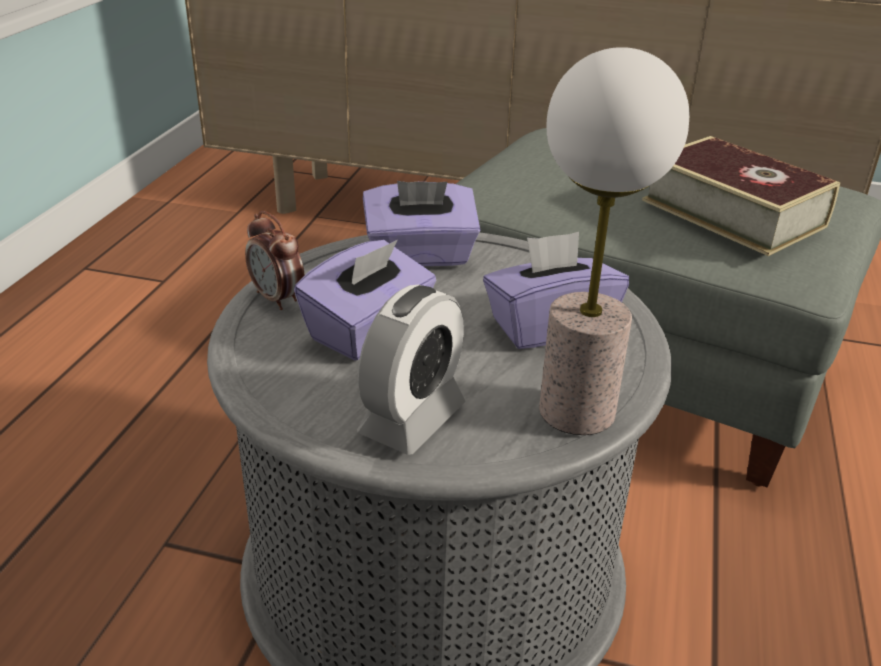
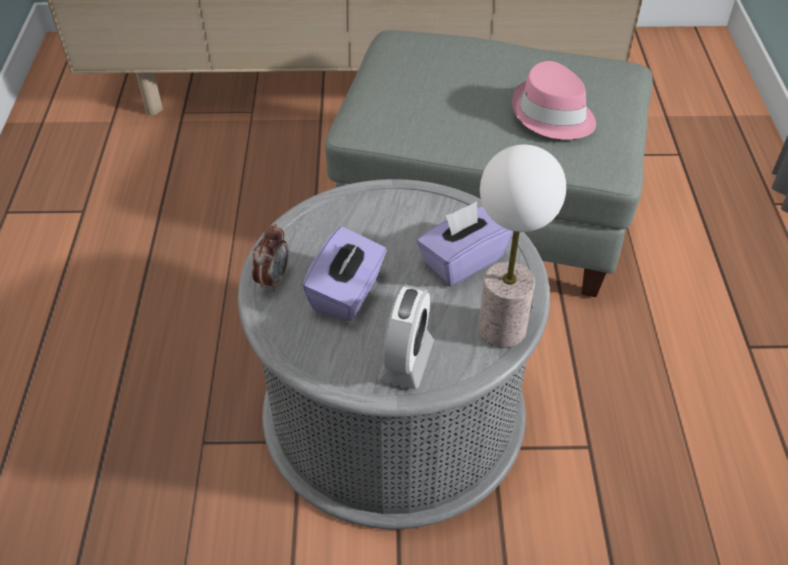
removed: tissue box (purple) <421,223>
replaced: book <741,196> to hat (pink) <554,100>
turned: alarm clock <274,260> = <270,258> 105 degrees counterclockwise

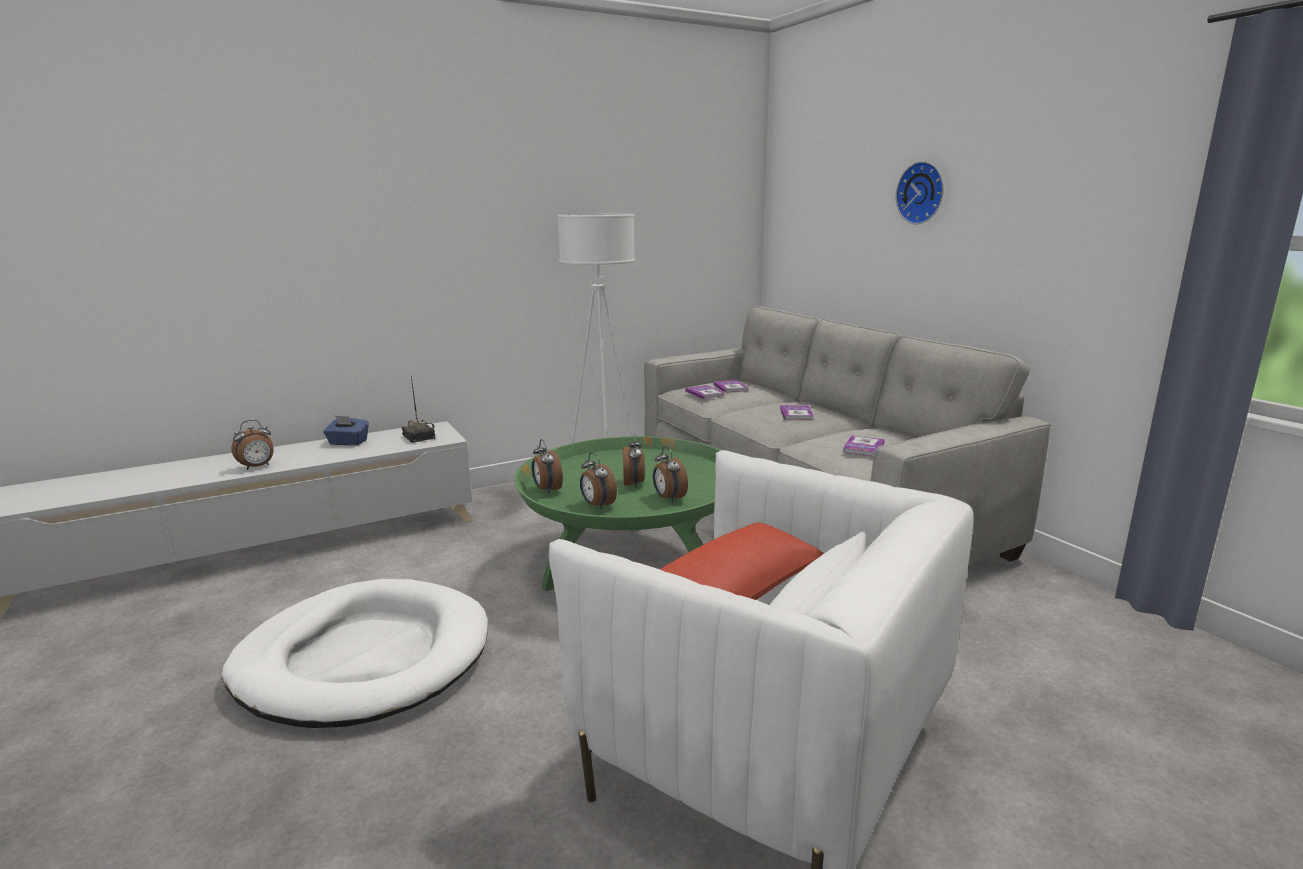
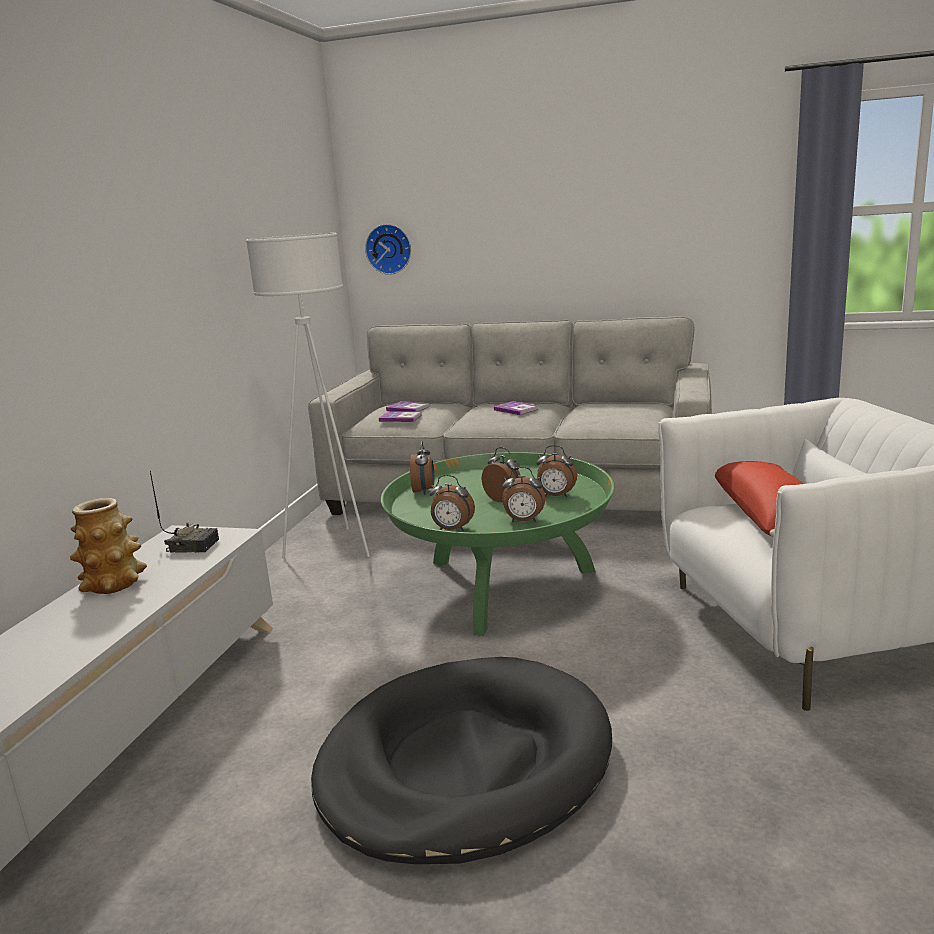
removed: book <863,446>
moved: wall clock <920,192> to <388,249>; alarm clock <252,445> to <422,467>
replaced: tissue box (blue) <346,431> to vase <108,546>
recoloured: dog bed (white) <355,653> to dog bed (black) <461,760>

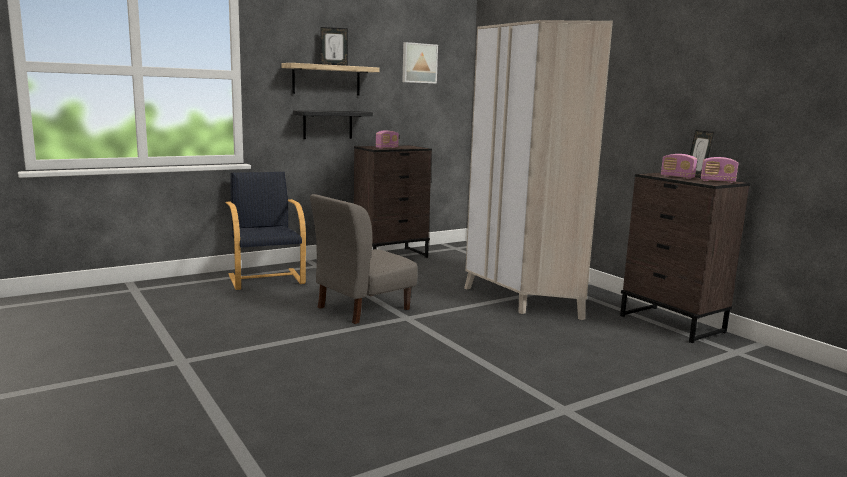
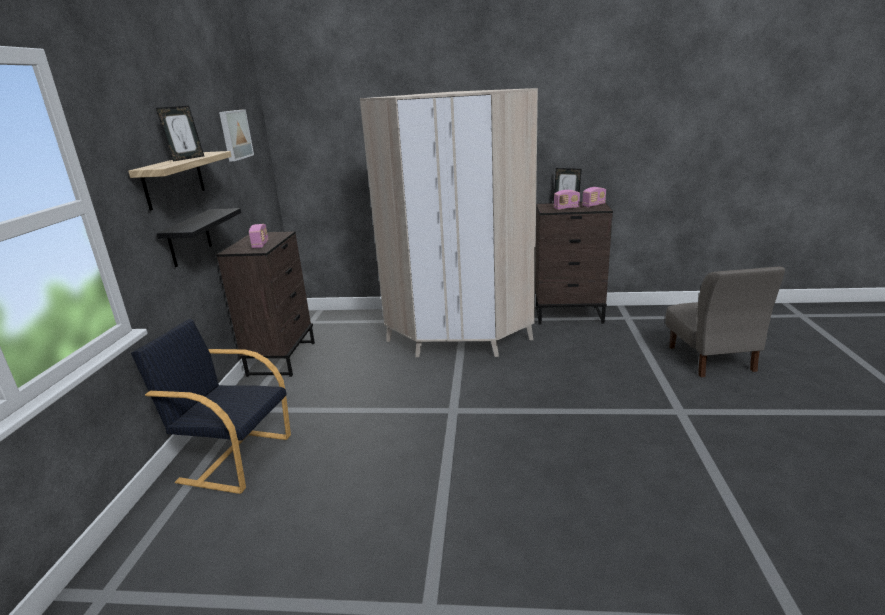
moved: chair (grey) <364,259> to <725,321>

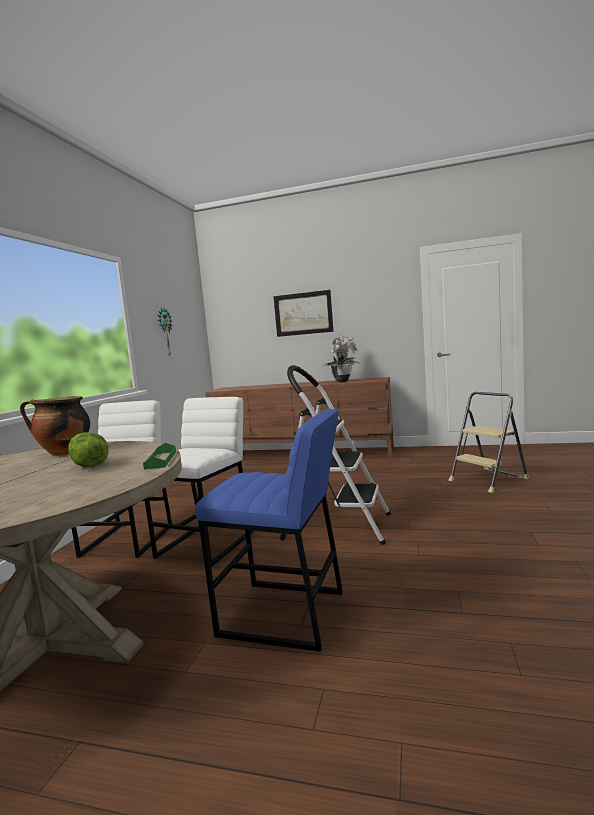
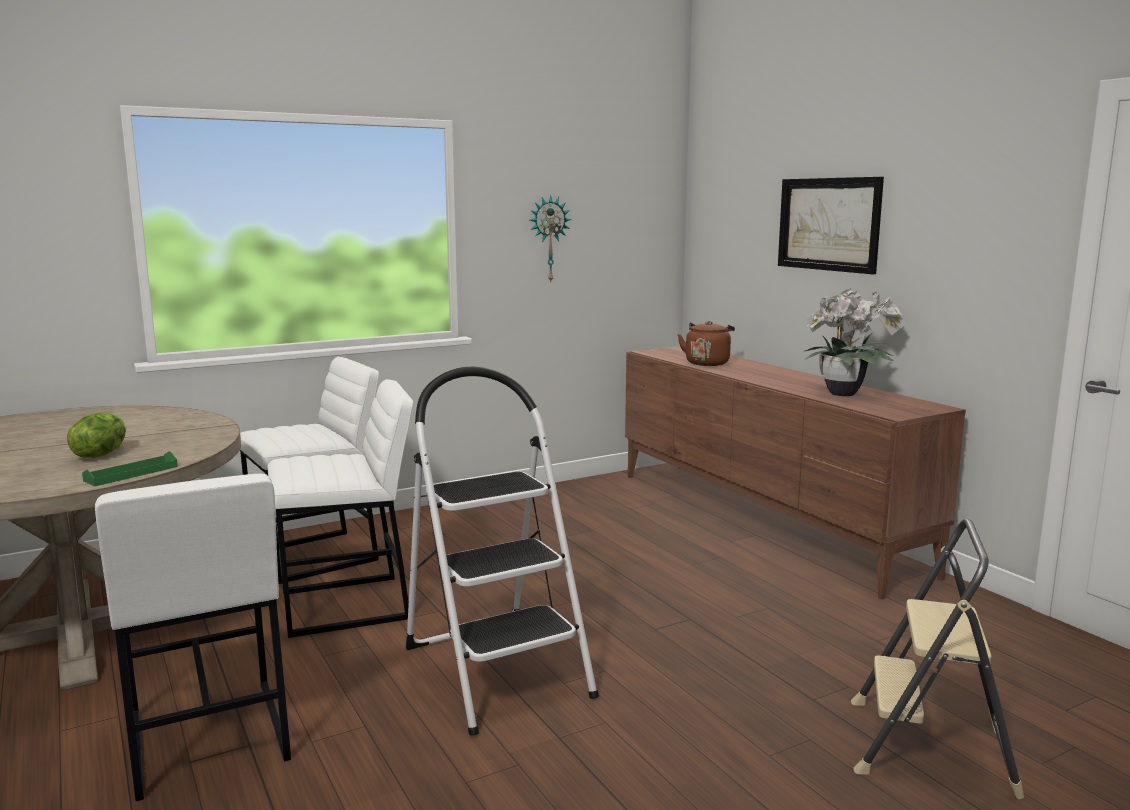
removed: cooking pot <55,426>
added: kettle (brown) <706,343>
recoloured: chair (blue) <269,530> to chair (white) <193,637>

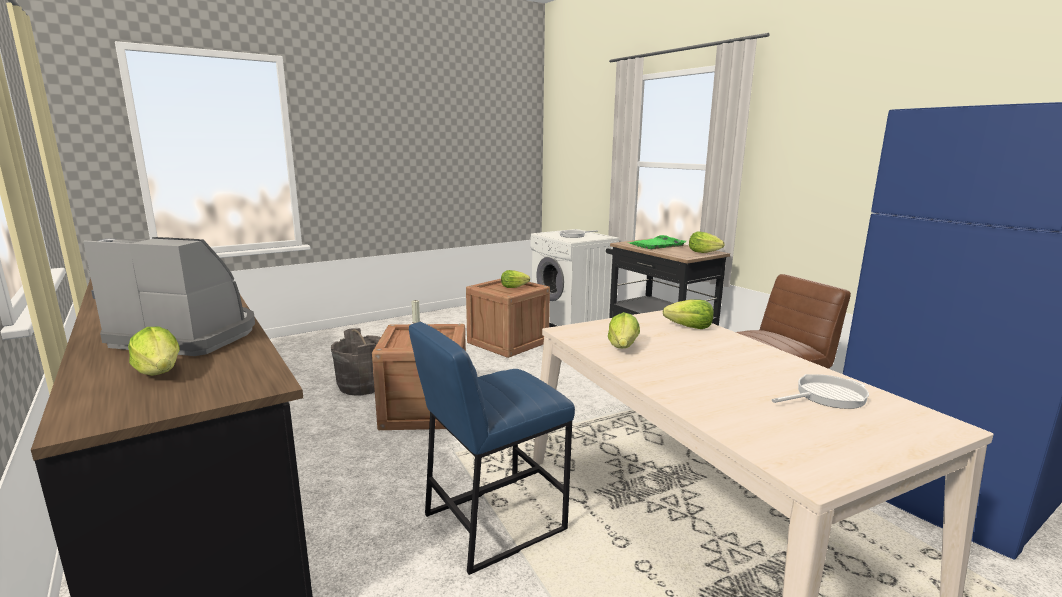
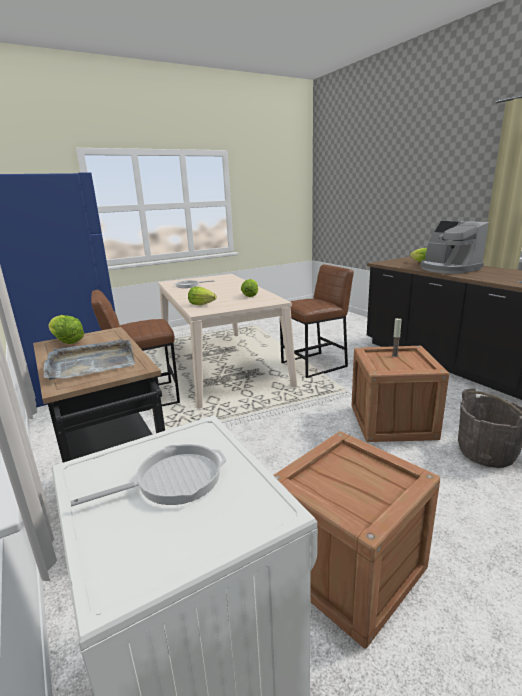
removed: lettuce <515,279>
recoloured: tray (green) <657,242> to tray (grey) <89,359>; chair (blue) <492,448> to chair (brown) <317,321>
turned: coffee machine <169,296> = <454,247> 45 degrees clockwise

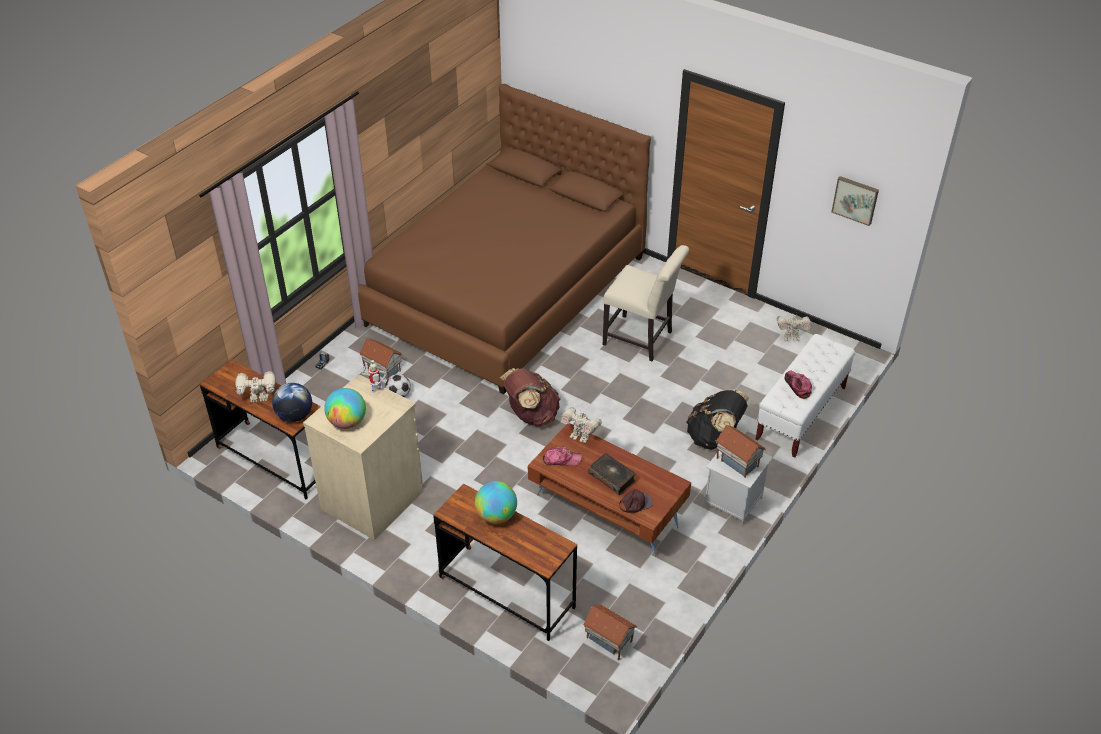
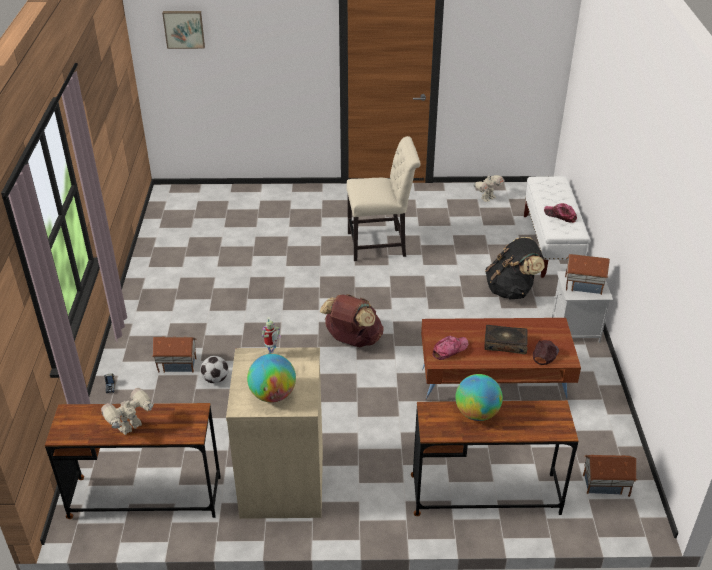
removed: bed (brown) <504,239>; globe <292,402>; toy robot <581,425>
moved: picture <855,201> to <183,30>

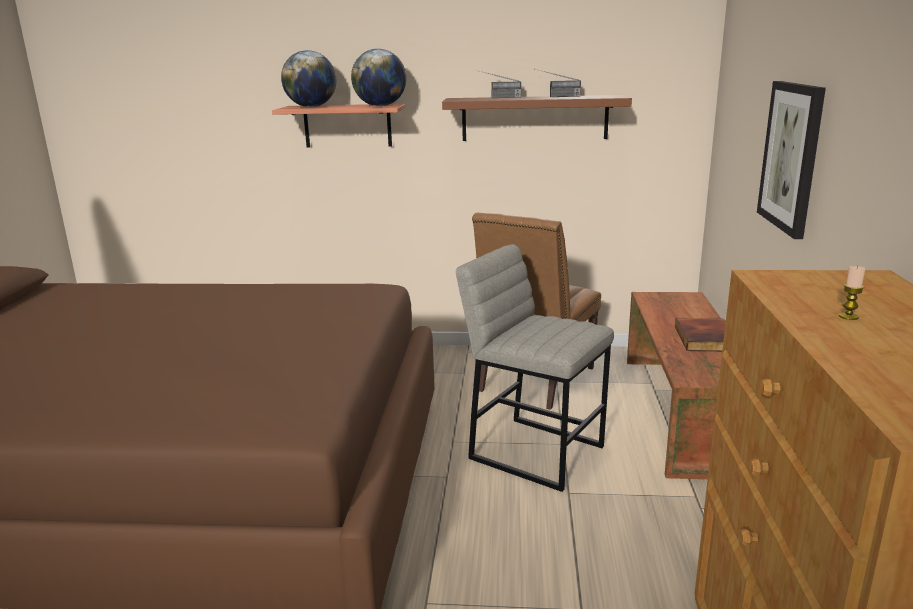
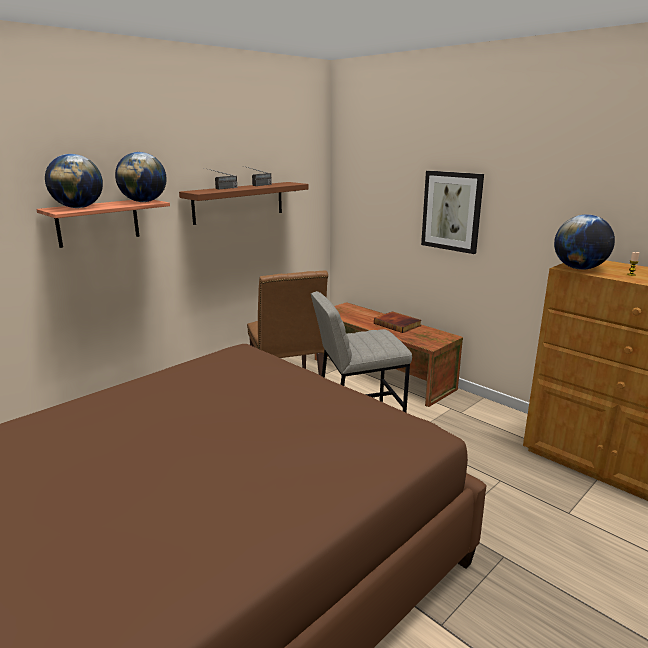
added: globe <584,242>

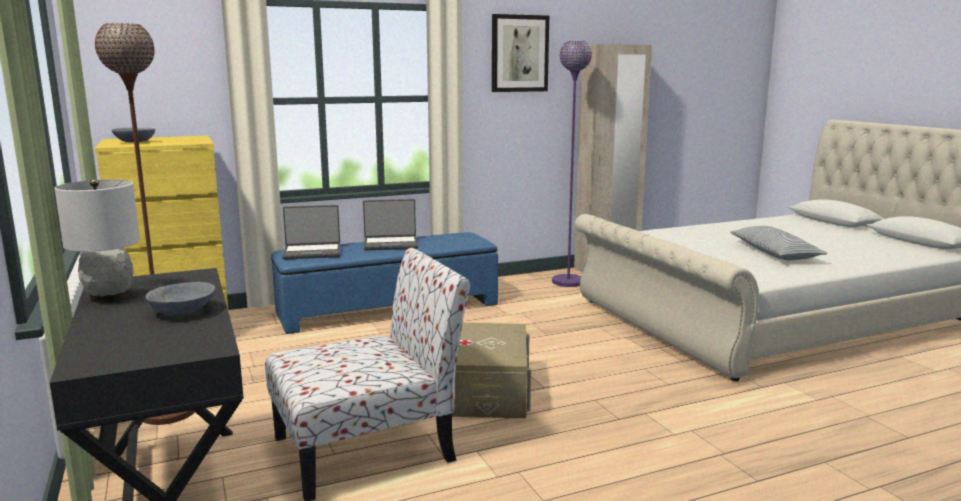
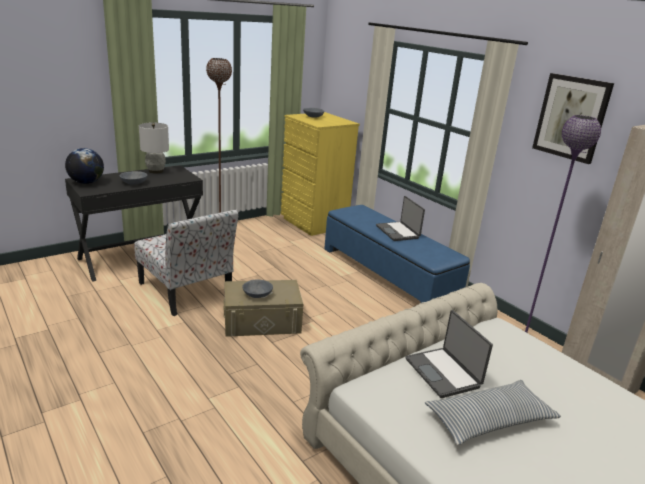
added: globe <84,166>; bowl (grey) <257,288>
moved: laptop <311,232> to <449,354>

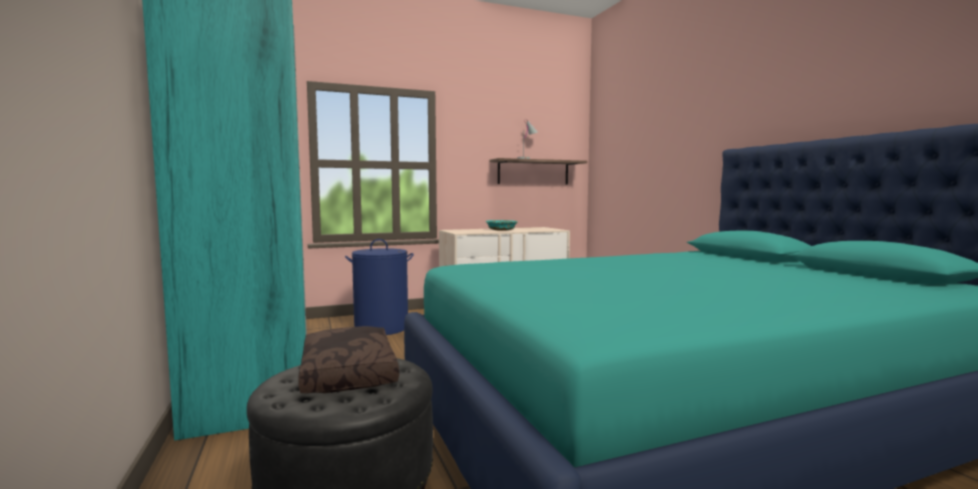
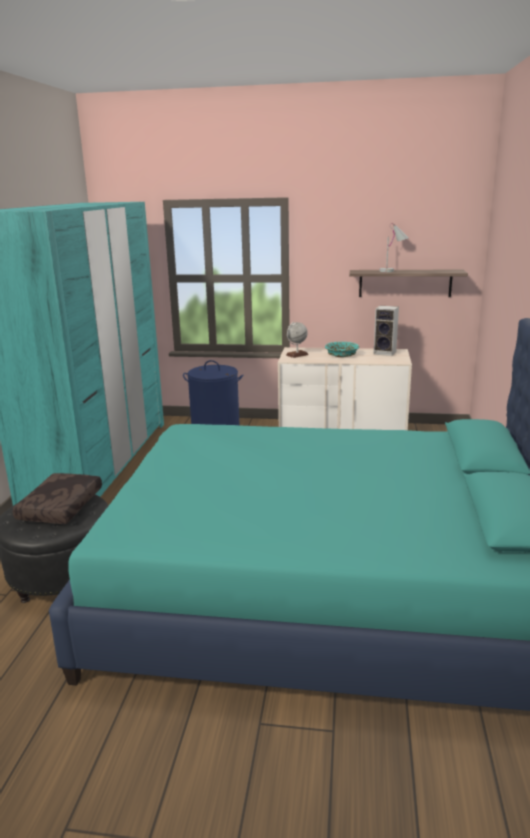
added: speaker <386,330>; globe <297,340>

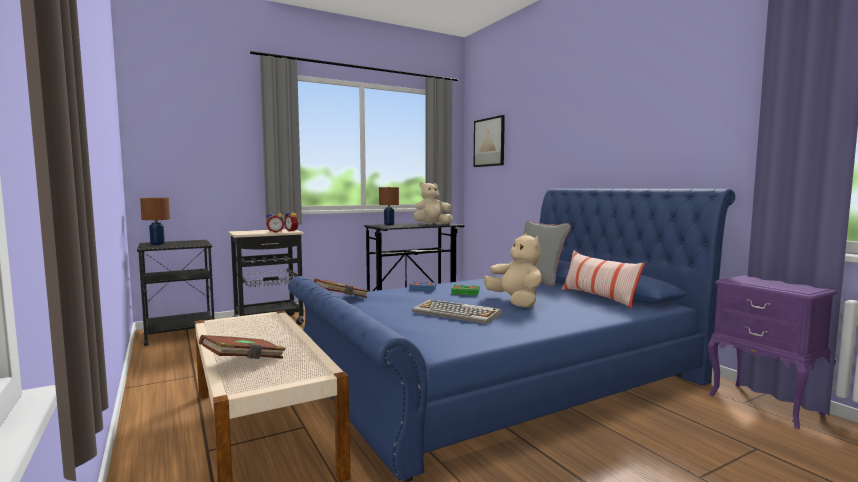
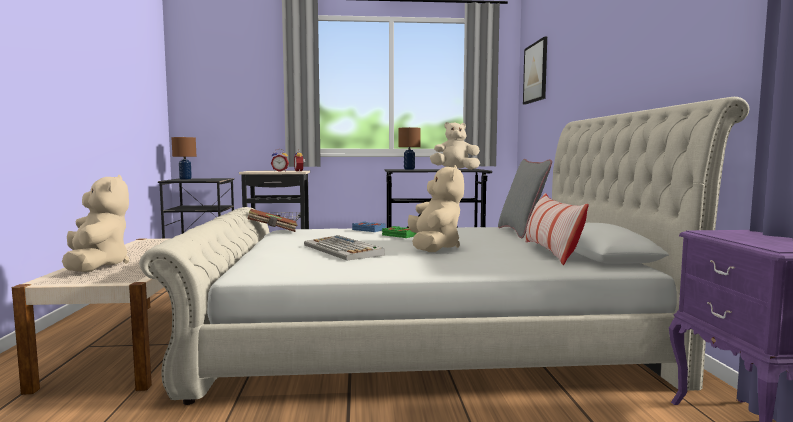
replaced: book (brown) <242,347> to plush toy (beige) <95,223>
recoloured: bed (blue) <511,335> to bed (beige) <444,251>

